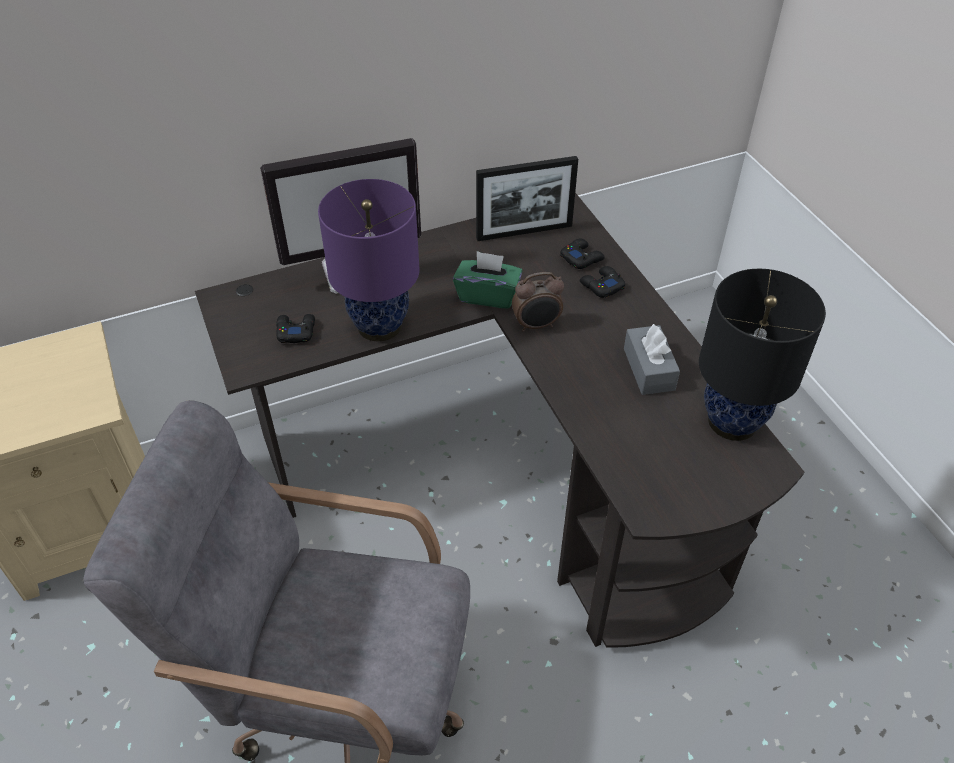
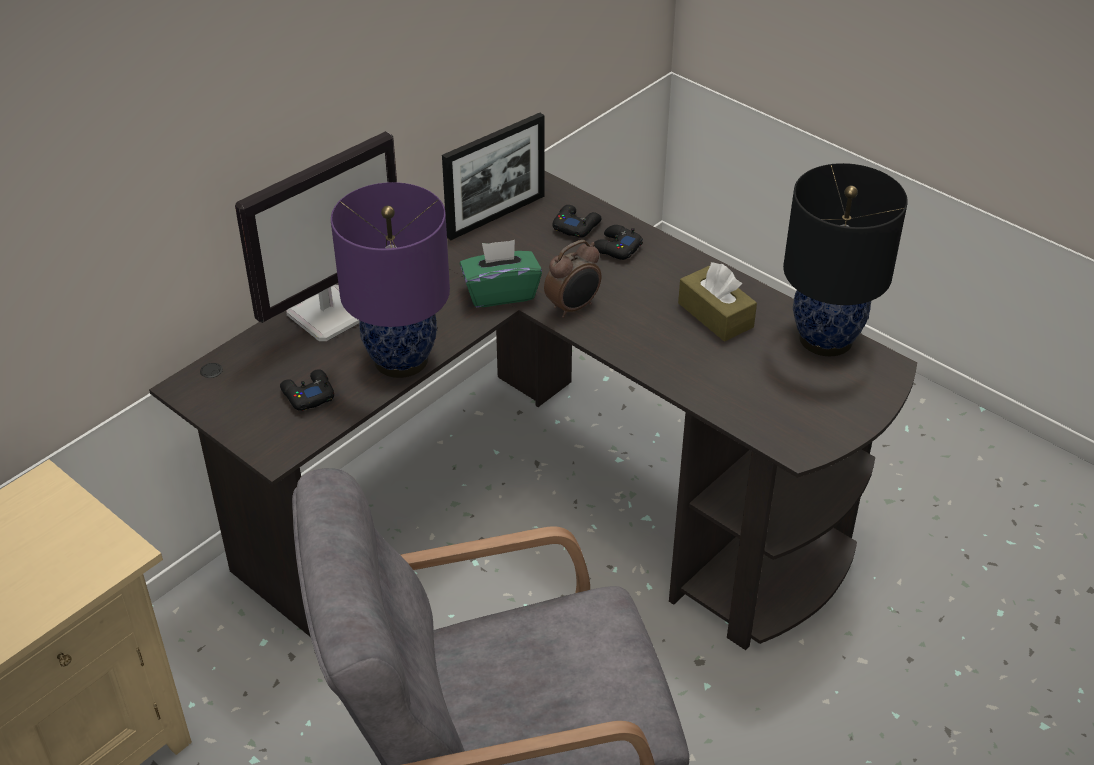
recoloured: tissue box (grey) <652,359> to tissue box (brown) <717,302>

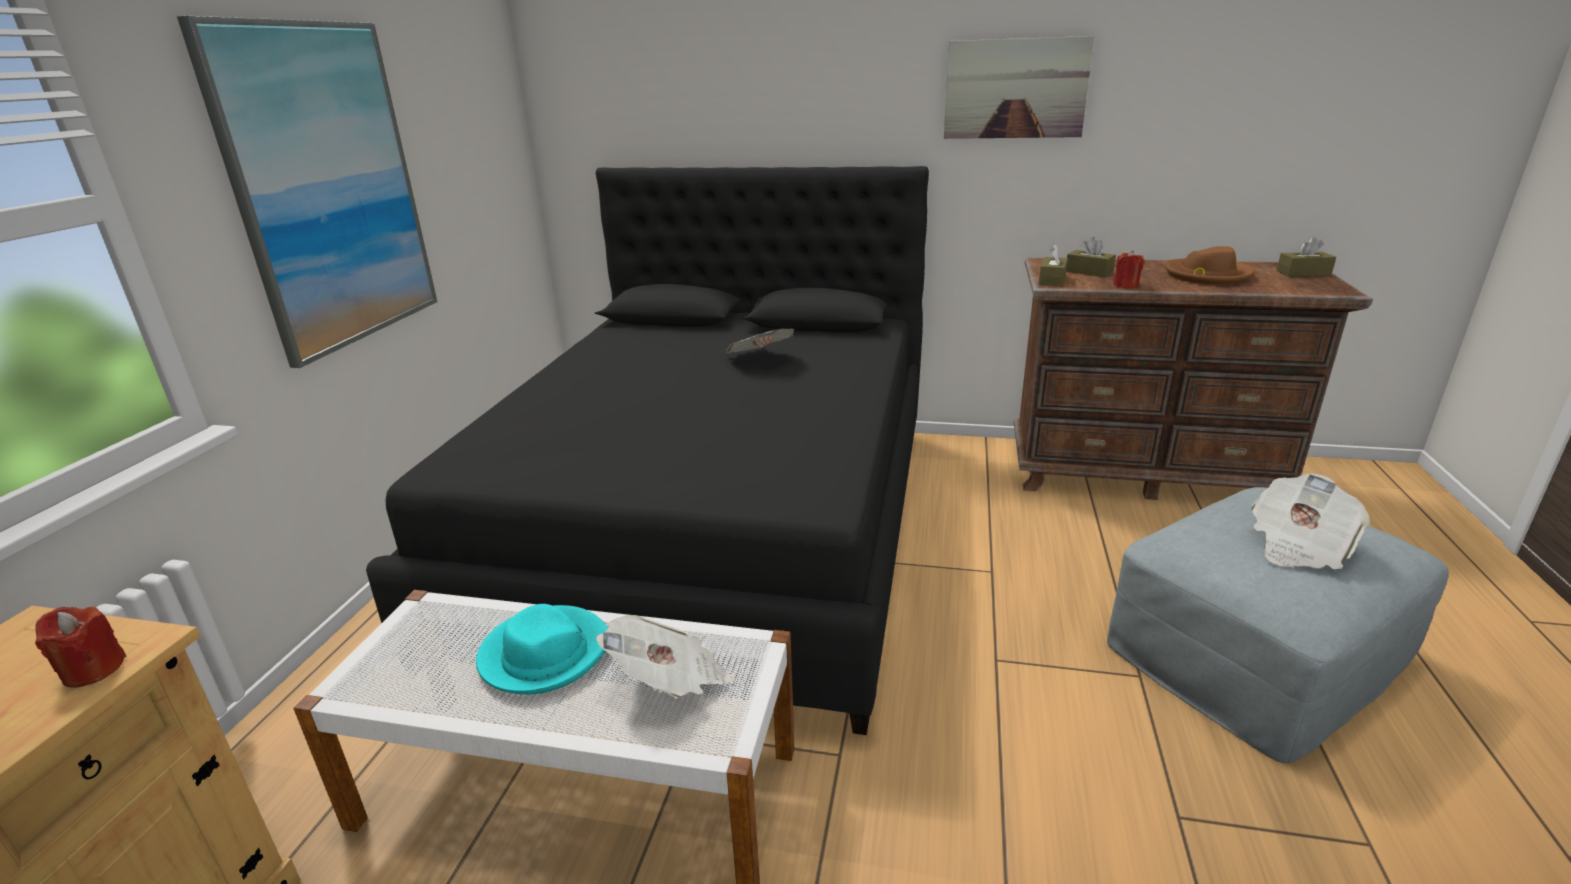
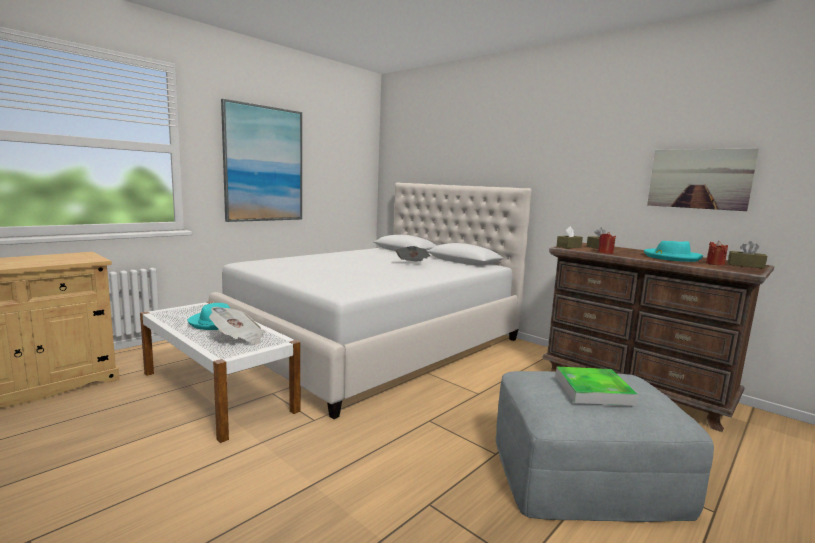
moved: picture <1019,87> to <703,179>; candle (red) <80,647> to <717,253>
replaced: newspaper <1310,521> to tray <596,386>
recoloured: bed (black) <647,450> to bed (white) <370,301>; hat (brown) <1210,265> to hat (turquoise) <673,251>

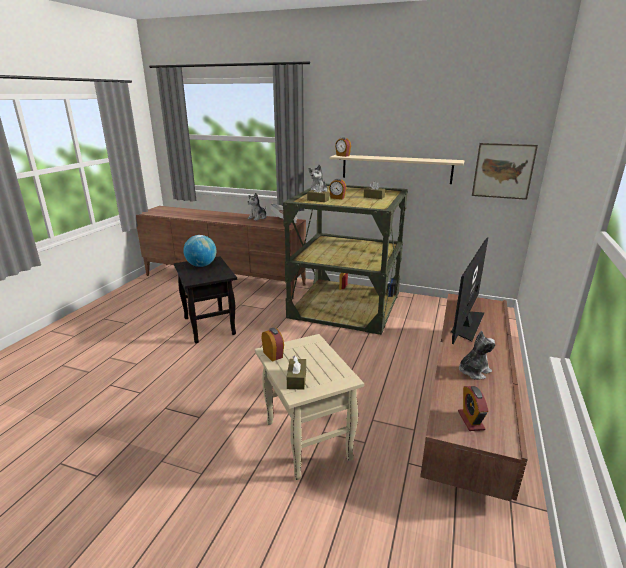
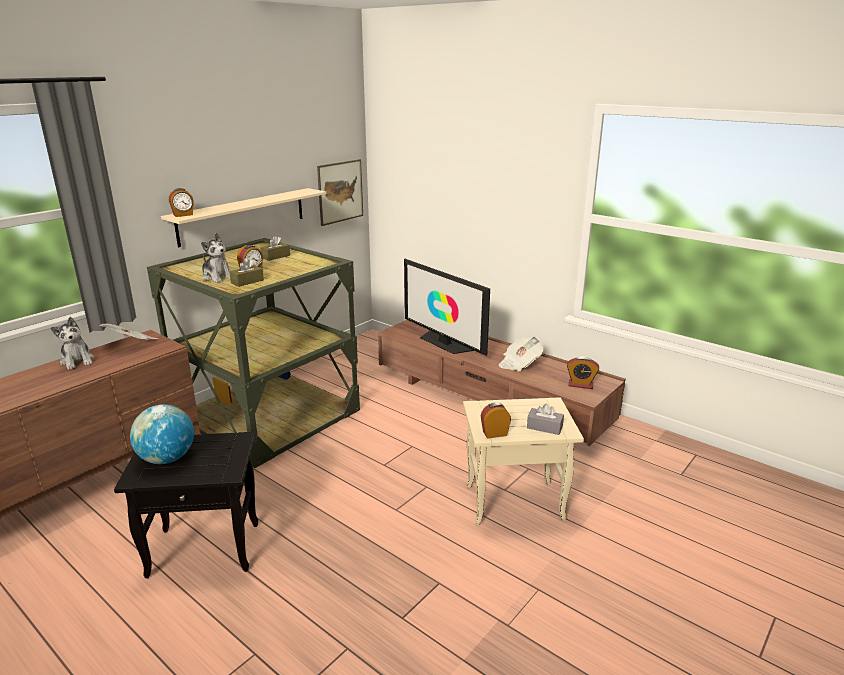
replaced: plush toy <477,355> to newspaper <521,353>
recoloured: tissue box (brown) <296,373> to tissue box (grey) <545,419>

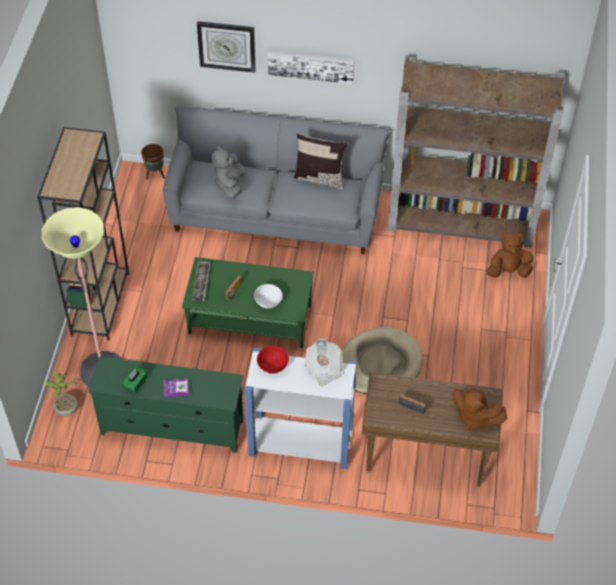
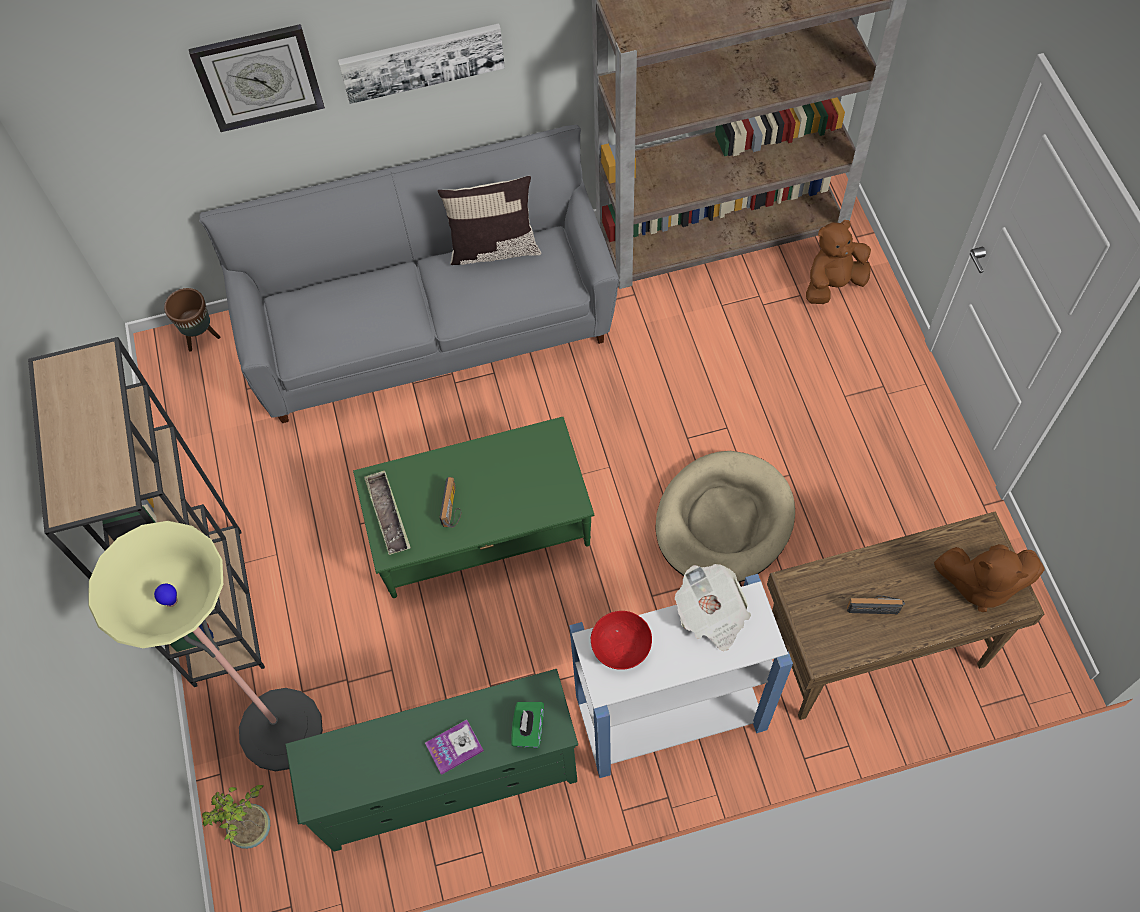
removed: plush toy (grey) <229,172>; bowl (white) <268,296>
moved: tissue box (green) <135,379> to <527,725>

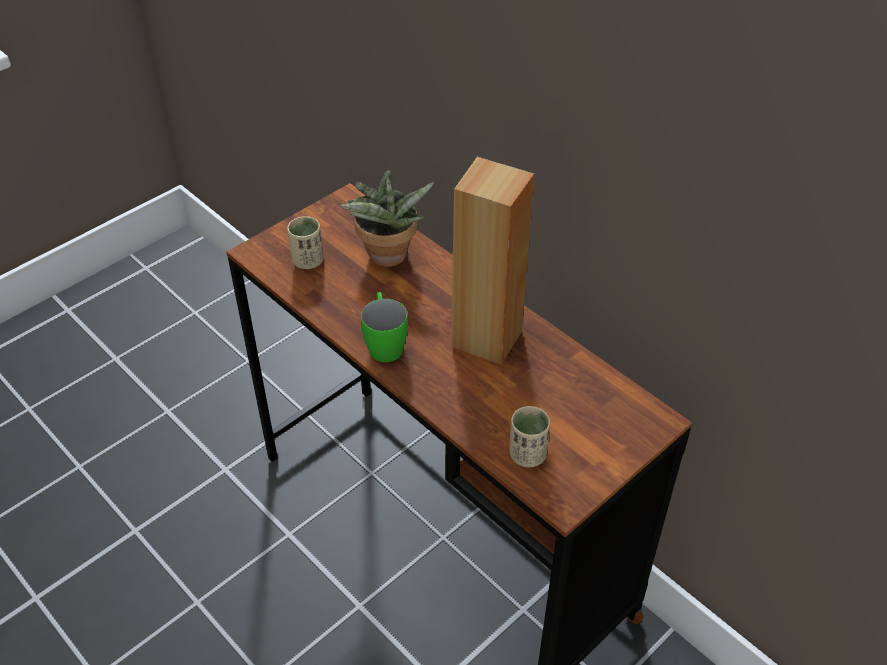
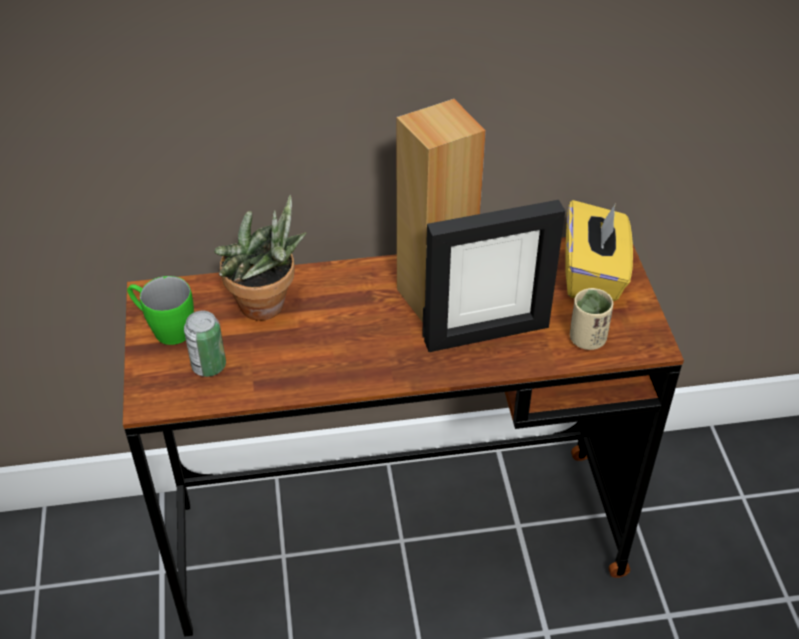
added: picture frame <493,276>; tissue box (yellow) <599,250>
moved: mug (green) <384,327> to <160,310>
replaced: cup (beige) <305,242> to can <205,343>

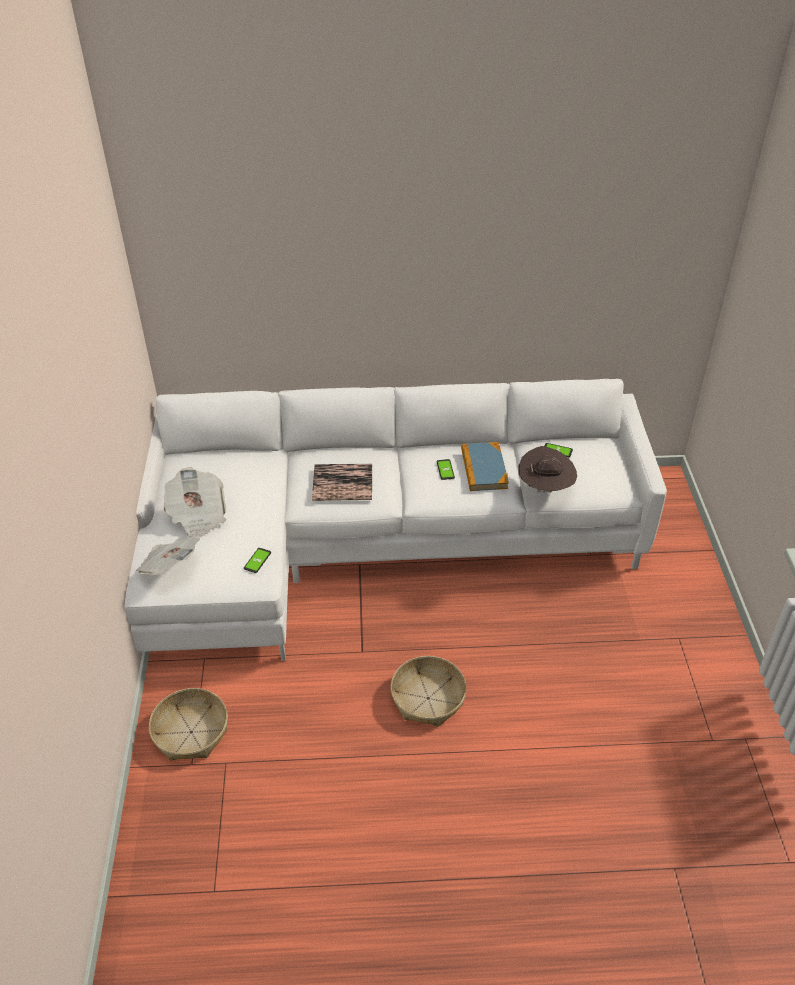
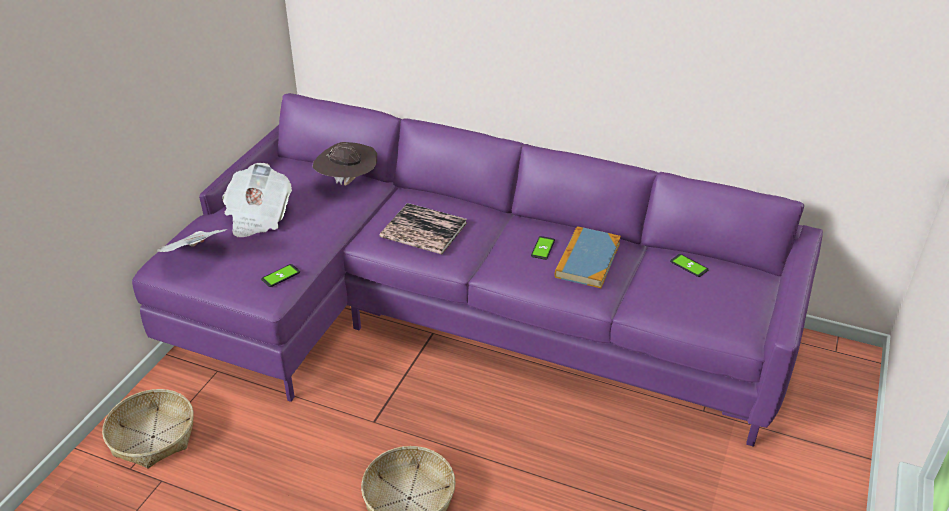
moved: hat (brown) <547,469> to <344,164>
recoloured: sofa (white) <395,520> to sofa (purple) <477,270>

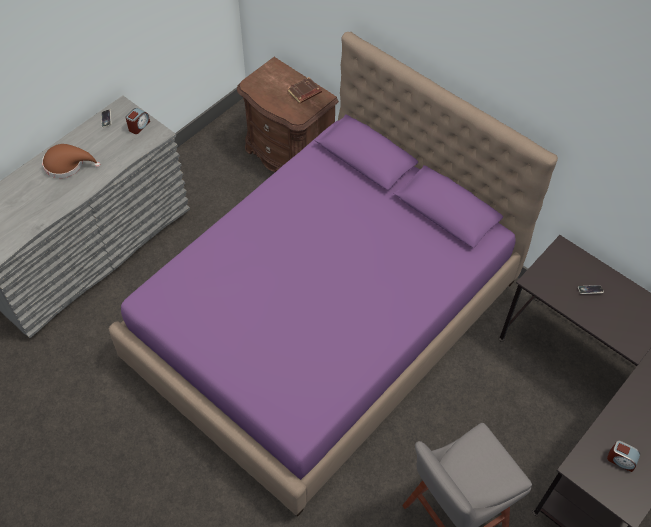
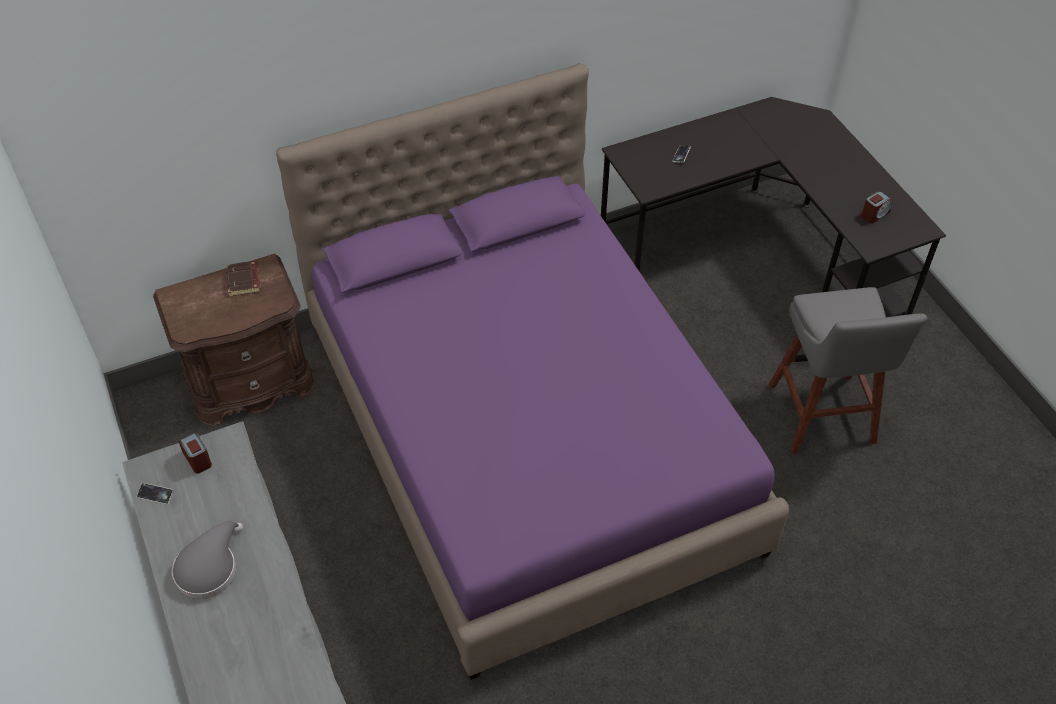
recoloured: hat (brown) <71,161> to hat (grey) <207,560>

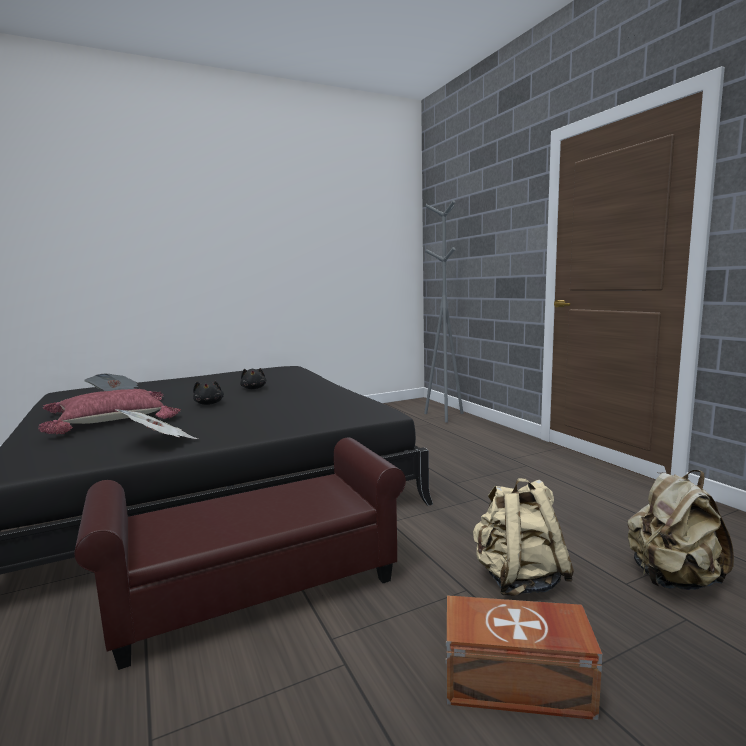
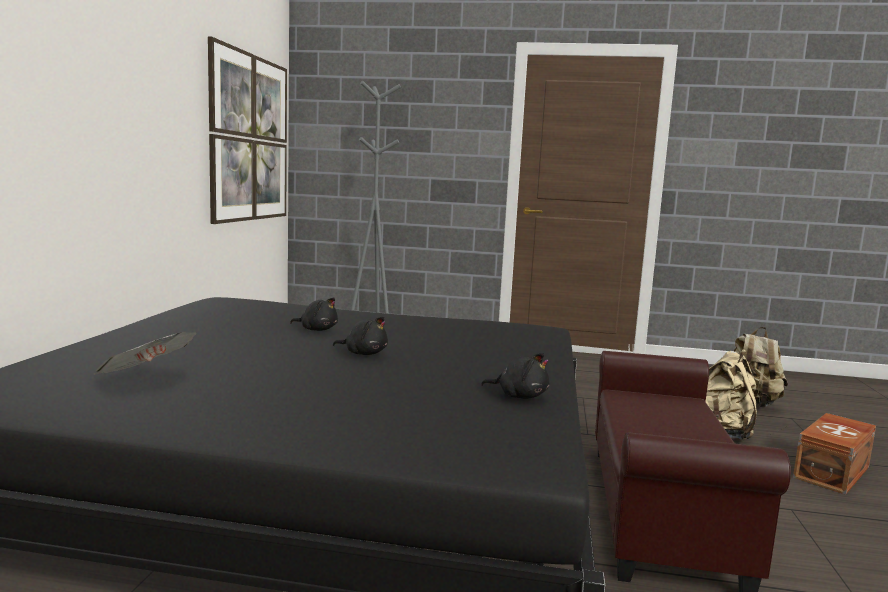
removed: pillow (red) <110,412>
added: picture <247,130>
replaced: newspaper <157,424> to plush toy (black) <515,376>

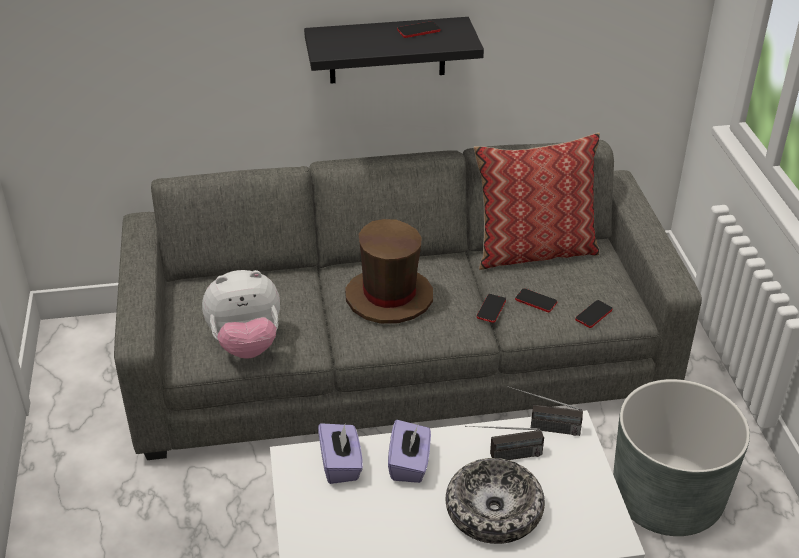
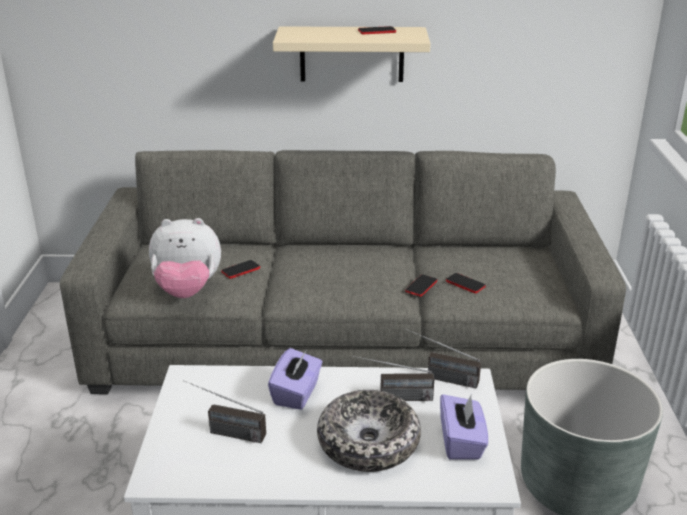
removed: pillow <536,201>; hat (brown) <389,271>
added: radio <224,411>
moved: phone <594,314> to <240,269>; tissue box (purple) <340,453> to <464,426>
recoloured: shelf (black) <394,50> to shelf (beige) <351,54>

